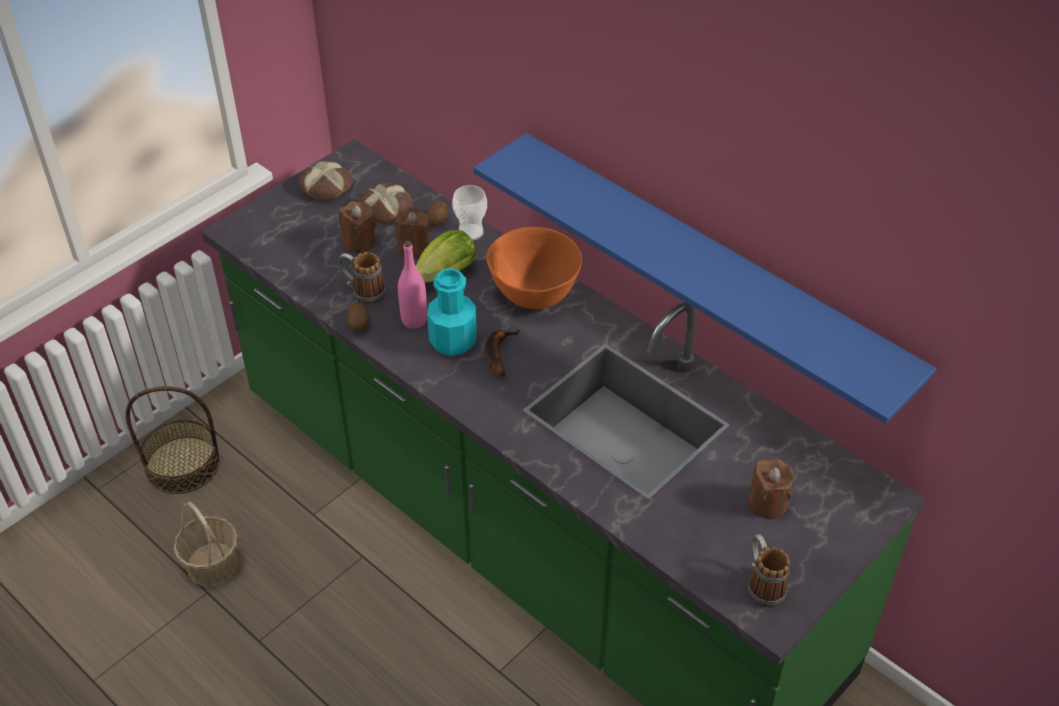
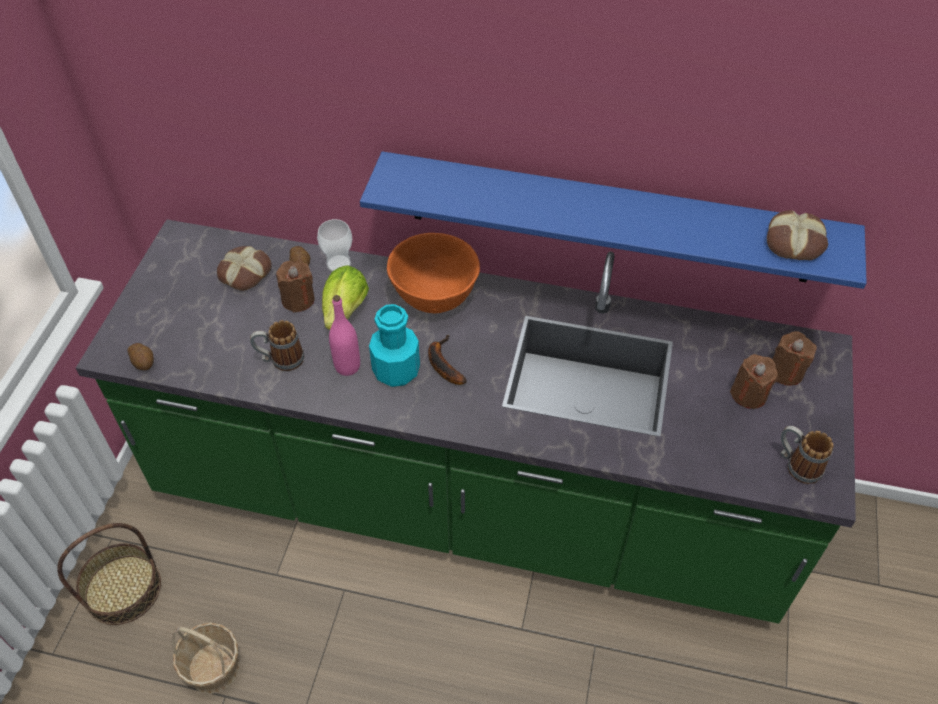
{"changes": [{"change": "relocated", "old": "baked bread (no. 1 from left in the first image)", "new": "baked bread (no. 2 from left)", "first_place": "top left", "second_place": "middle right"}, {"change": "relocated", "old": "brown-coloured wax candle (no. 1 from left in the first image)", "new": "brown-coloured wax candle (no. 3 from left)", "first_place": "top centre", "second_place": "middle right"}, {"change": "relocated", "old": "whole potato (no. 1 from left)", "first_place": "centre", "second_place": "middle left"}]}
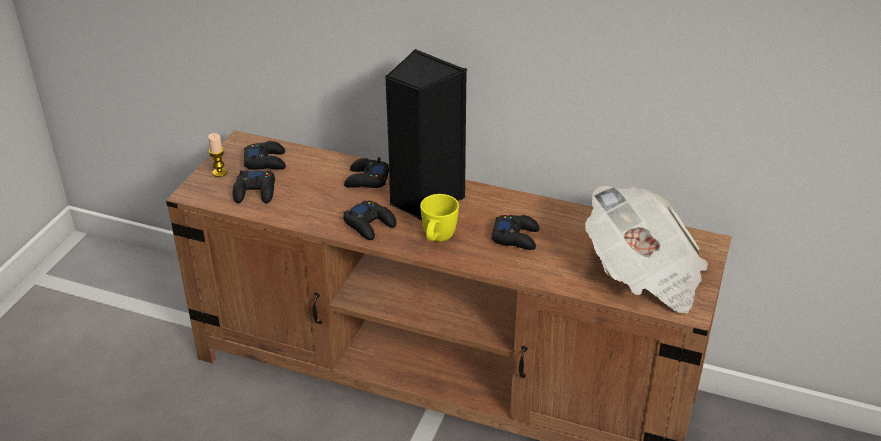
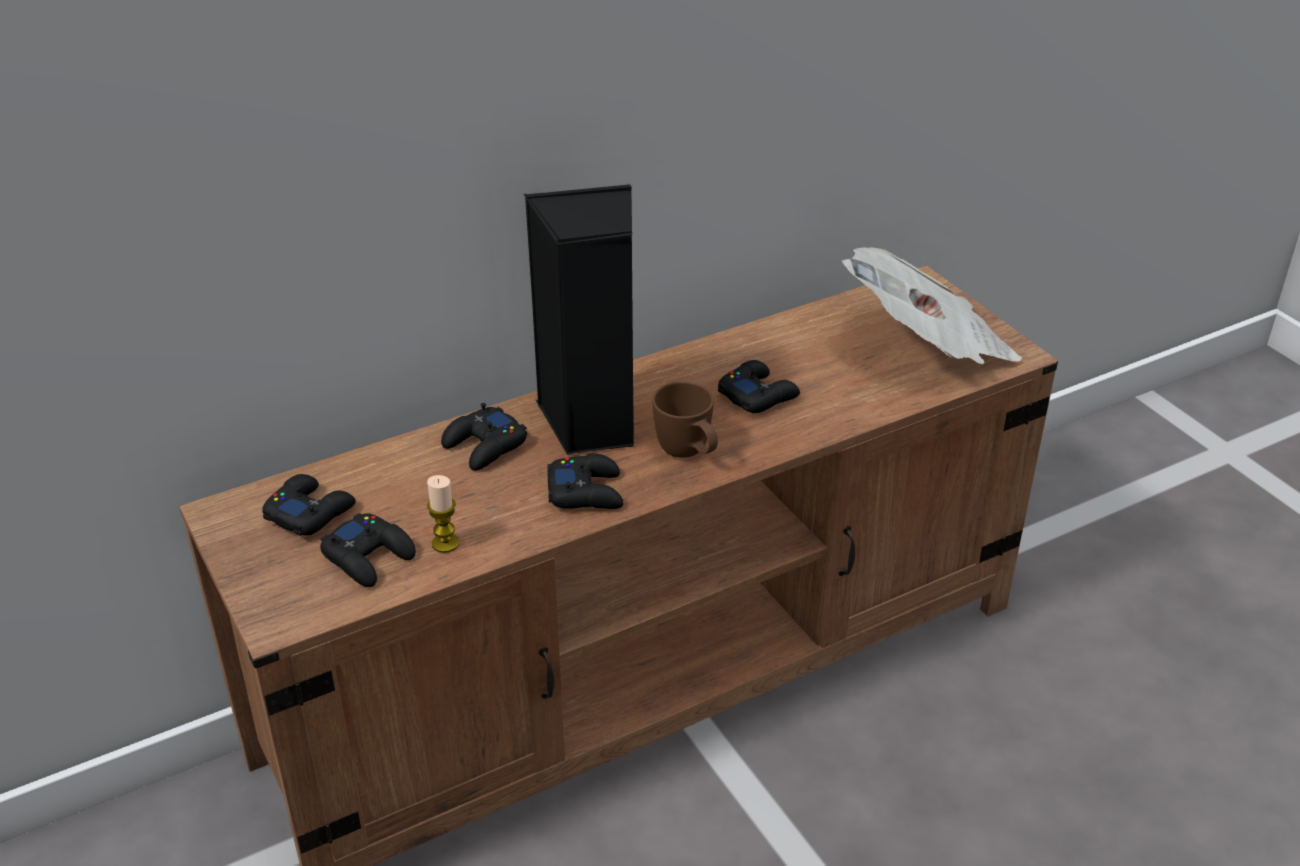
{"changes": [{"change": "relocated", "old": "wax candle", "first_place": "middle left", "second_place": "centre"}, {"change": "colour", "old": "yellowish tea mug", "new": "brown-coloured tea mug", "first_place": "centre", "second_place": "centre"}]}
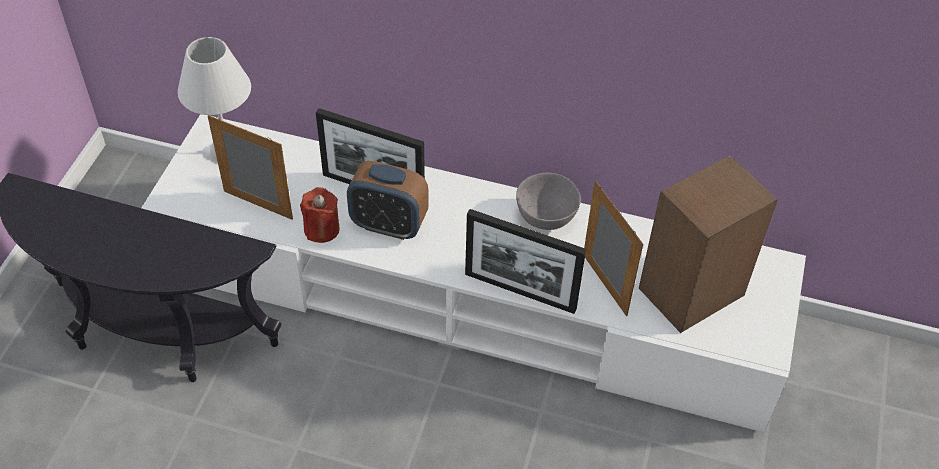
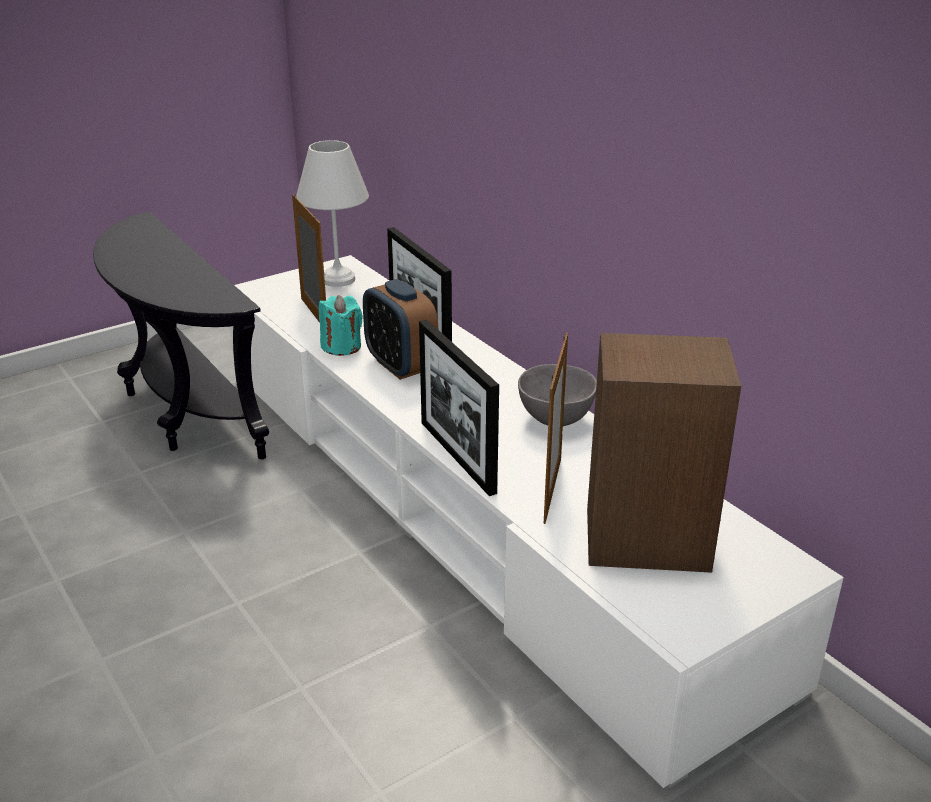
{"changes": [{"change": "colour", "old": "red wax candle", "new": "turquoise-coloured wax candle", "first_place": "centre", "second_place": "centre"}]}
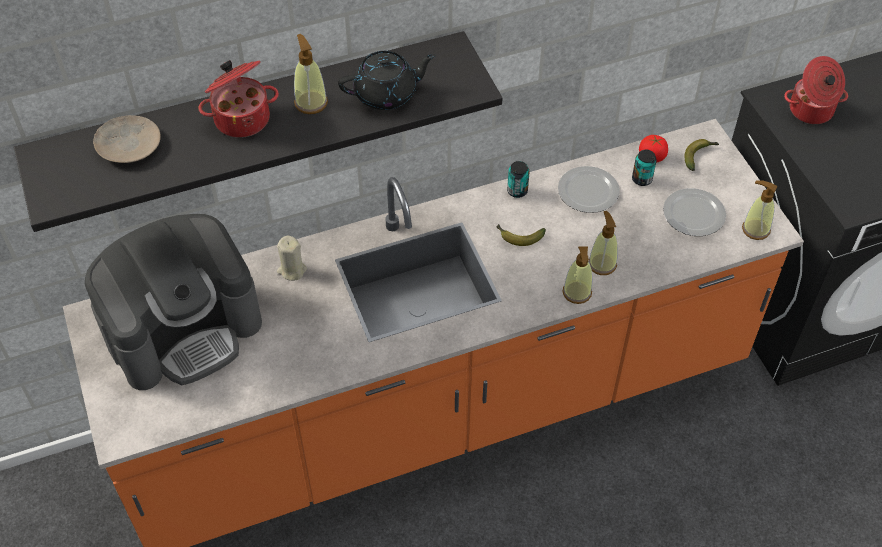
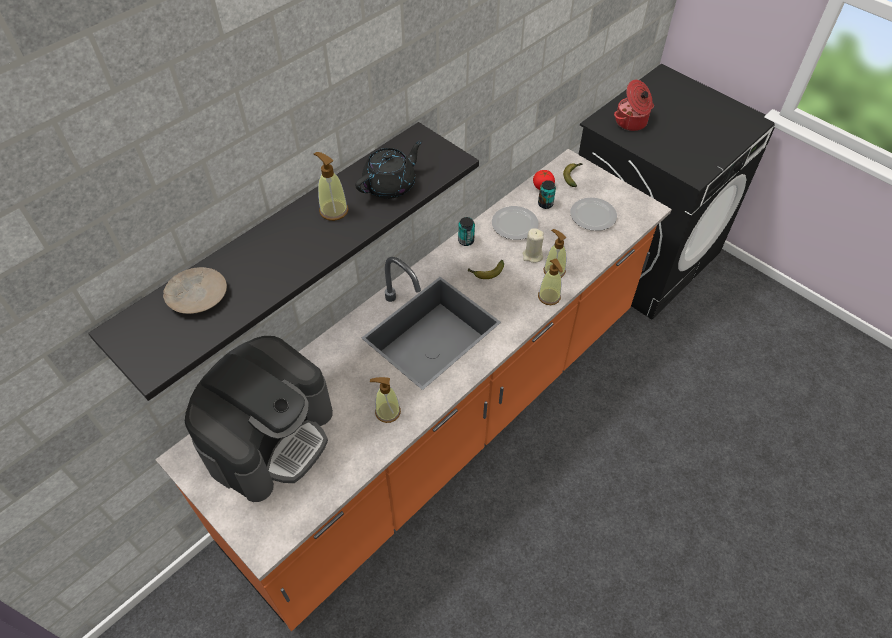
{"changes": [{"change": "missing", "old": "cooking pot (no. 1 from left)", "first_place": "top left"}, {"change": "relocated", "old": "beige wax candle", "first_place": "middle left", "second_place": "centre"}, {"change": "relocated", "old": "soap dispenser (no. 4 from left in the first image)", "new": "soap dispenser (no. 2 from left)", "first_place": "middle right", "second_place": "centre"}]}
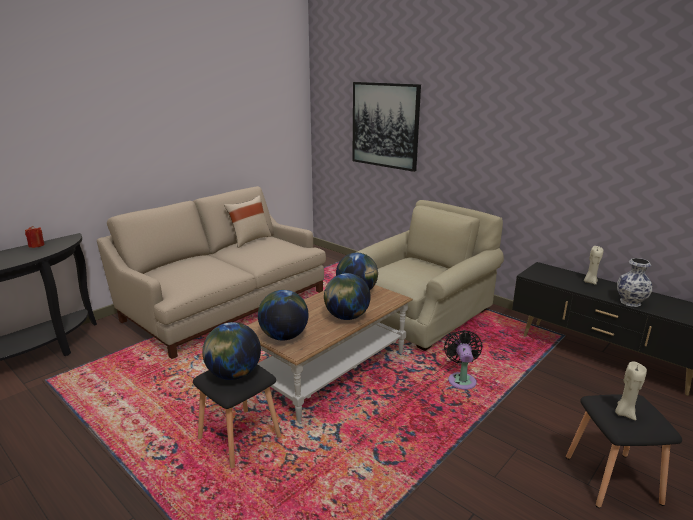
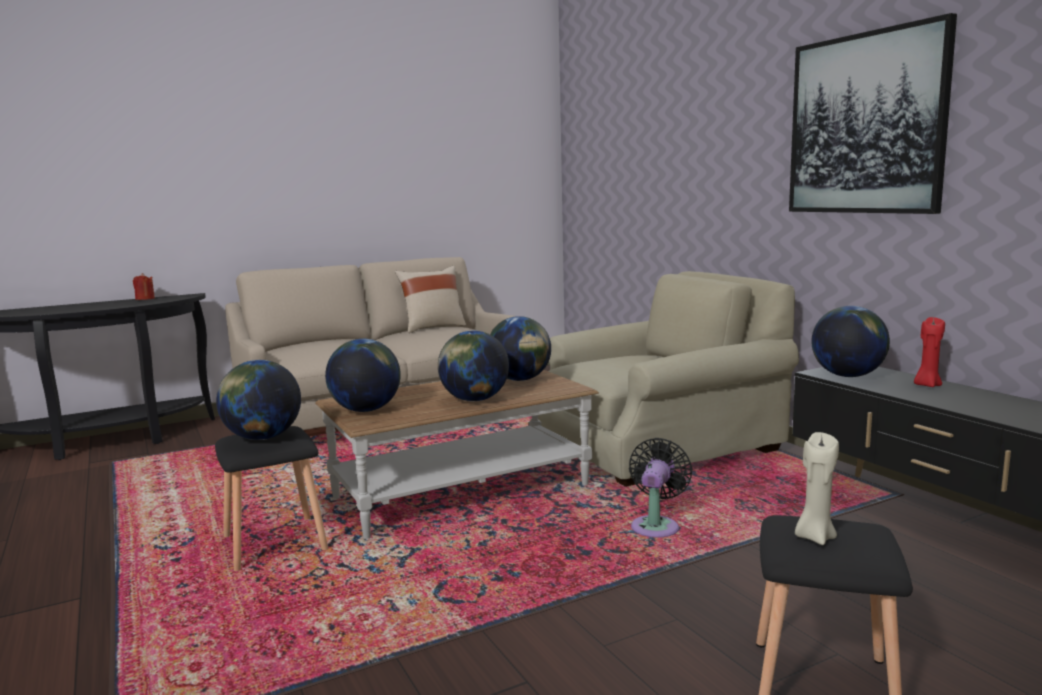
{"changes": [{"change": "relocated", "old": "picture", "first_place": "top centre", "second_place": "top right"}, {"change": "colour", "old": "beige wax candle (no. 1 from left)", "new": "red wax candle (no. 2 from left)", "first_place": "middle right", "second_place": "middle right"}, {"change": "missing", "old": "vase", "first_place": "middle right"}, {"change": "appeared", "new": "globe (no. 5 from left)", "second_place": "middle right"}]}
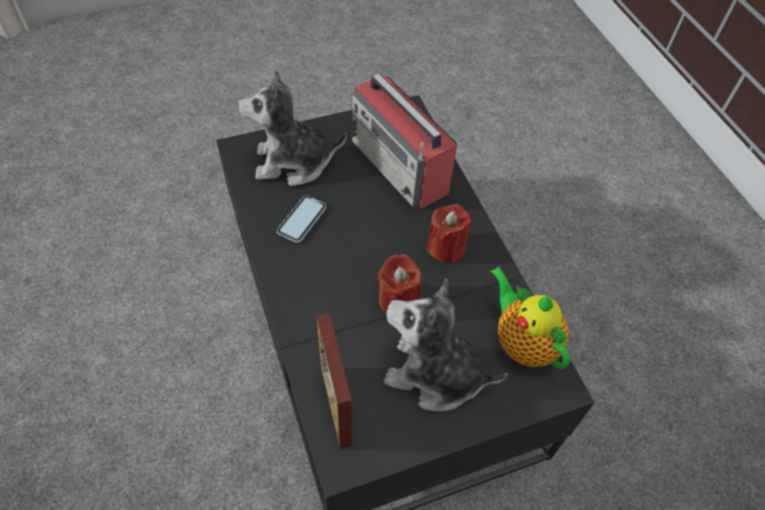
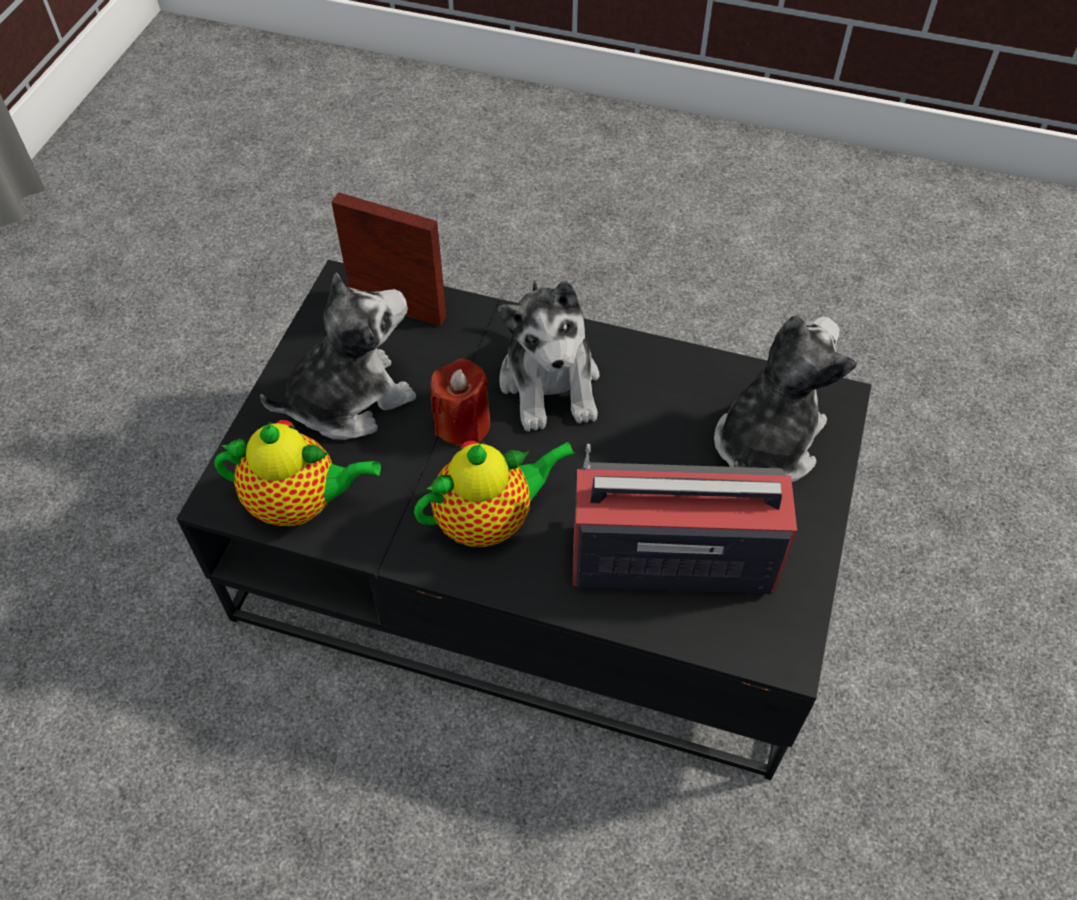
{"changes": [{"change": "missing", "old": "phone", "first_place": "centre"}, {"change": "exchanged", "old": "red wax candle (no. 2 from left)", "new": "tea pot (no. 2 from left)", "first_place": "centre", "second_place": "centre"}, {"change": "appeared", "new": "cuddly toy (no. 2 from left)", "second_place": "centre"}]}
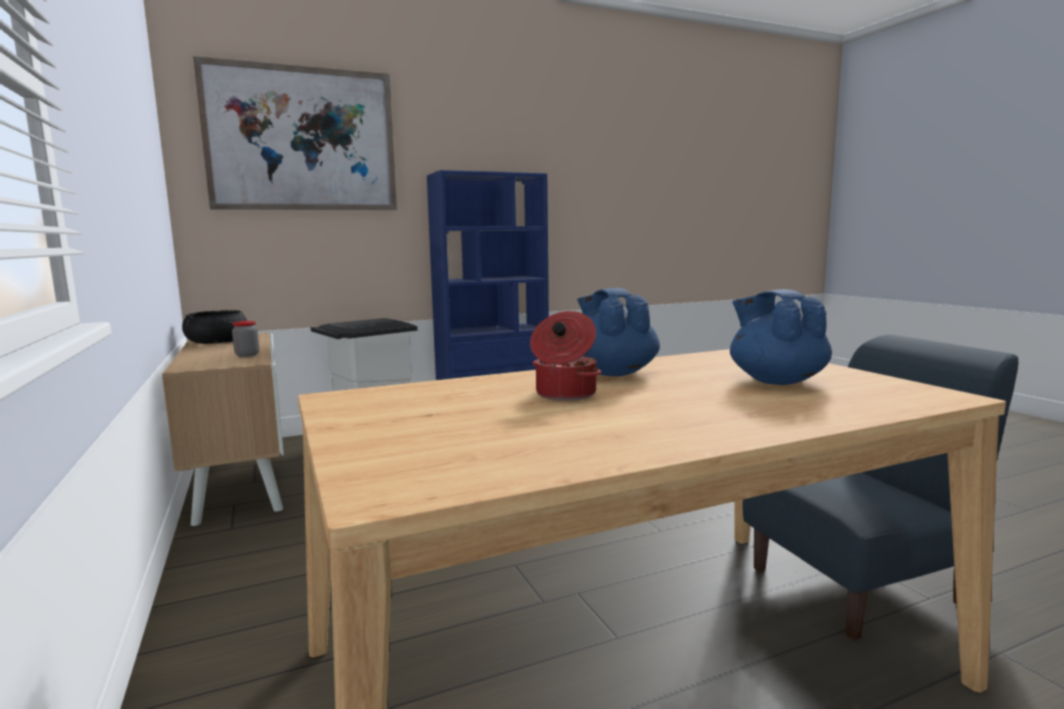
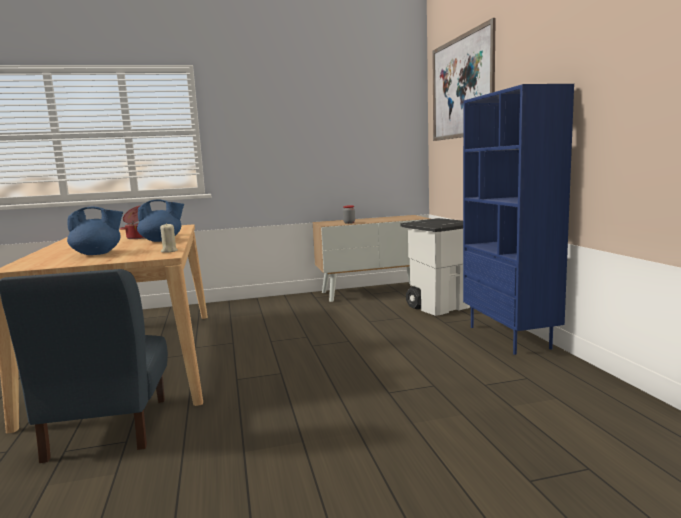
{"changes": [{"change": "missing", "old": "black bowl", "first_place": "middle left"}, {"change": "appeared", "new": "beige wax candle", "second_place": "middle left"}]}
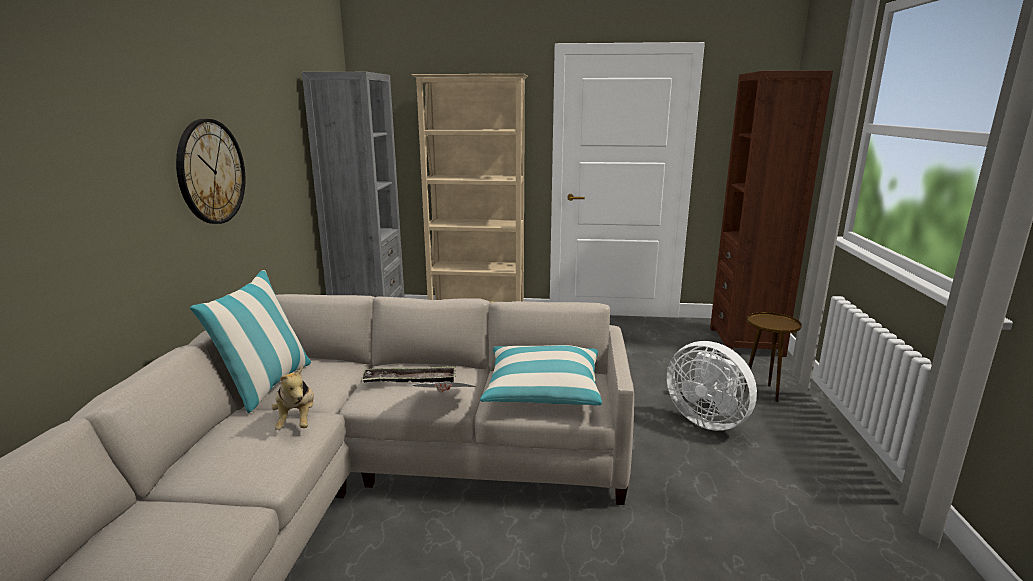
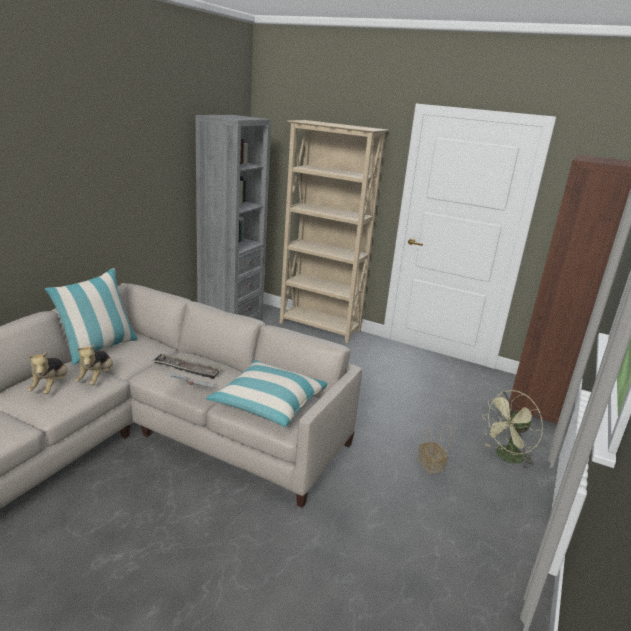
{"changes": [{"change": "missing", "old": "wall clock", "first_place": "top left"}, {"change": "exchanged", "old": "white-coloured electric fan", "new": "basket", "first_place": "middle right", "second_place": "bottom right"}, {"change": "exchanged", "old": "brown-coloured end table", "new": "green electric fan", "first_place": "middle right", "second_place": "bottom right"}, {"change": "appeared", "new": "cuddly toy (no. 1 from left)", "second_place": "middle left"}]}
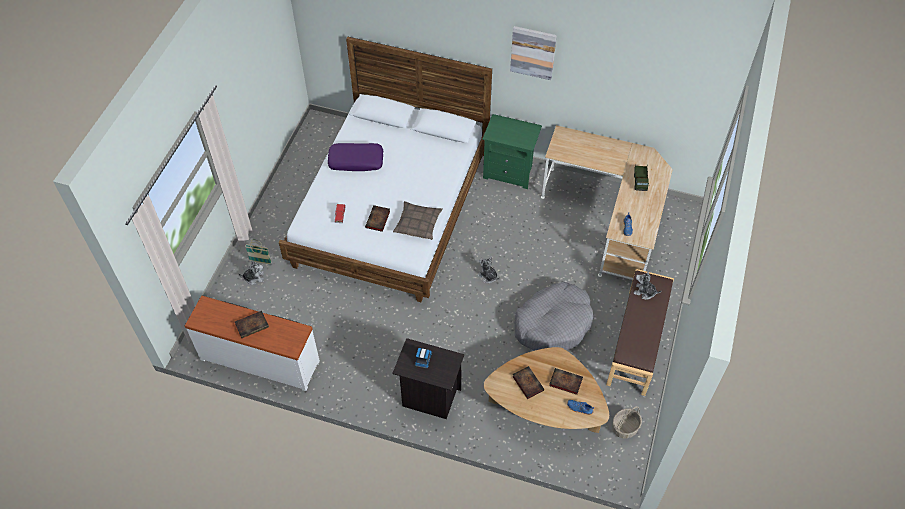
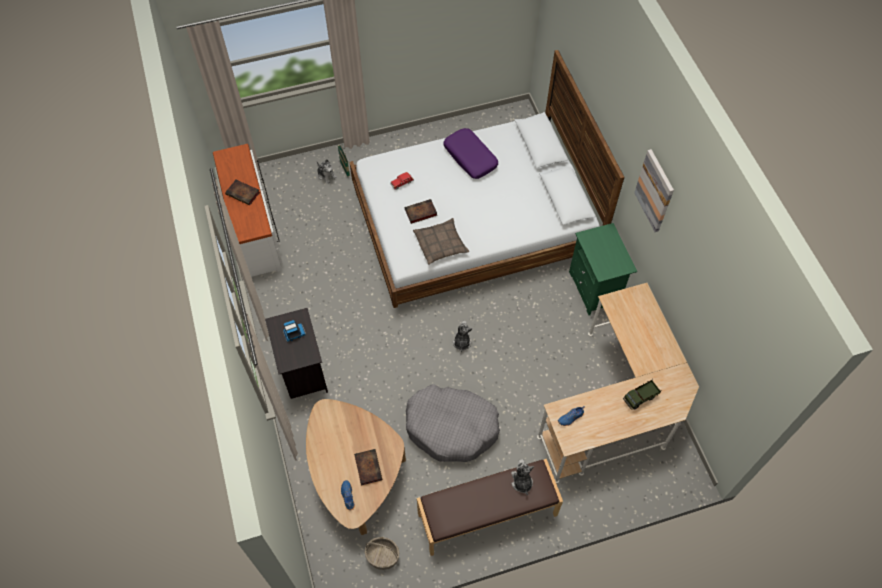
{"changes": [{"change": "missing", "old": "bound book (no. 3 from left)", "first_place": "bottom centre"}]}
